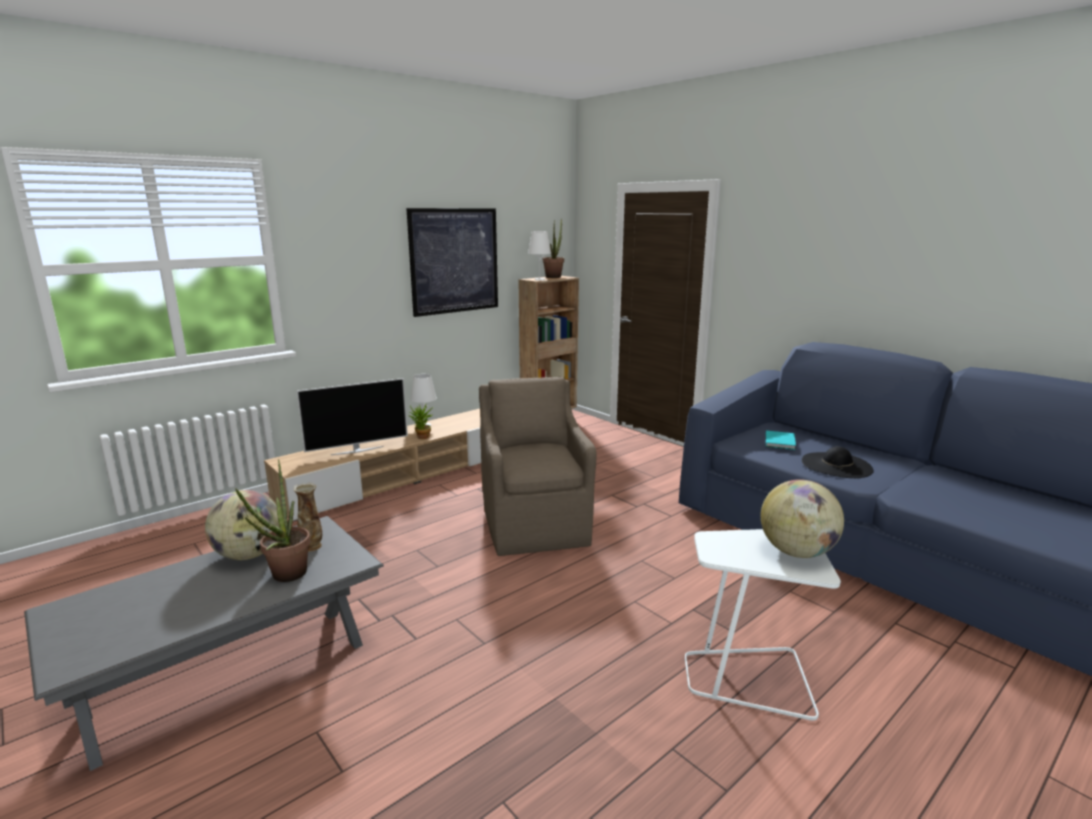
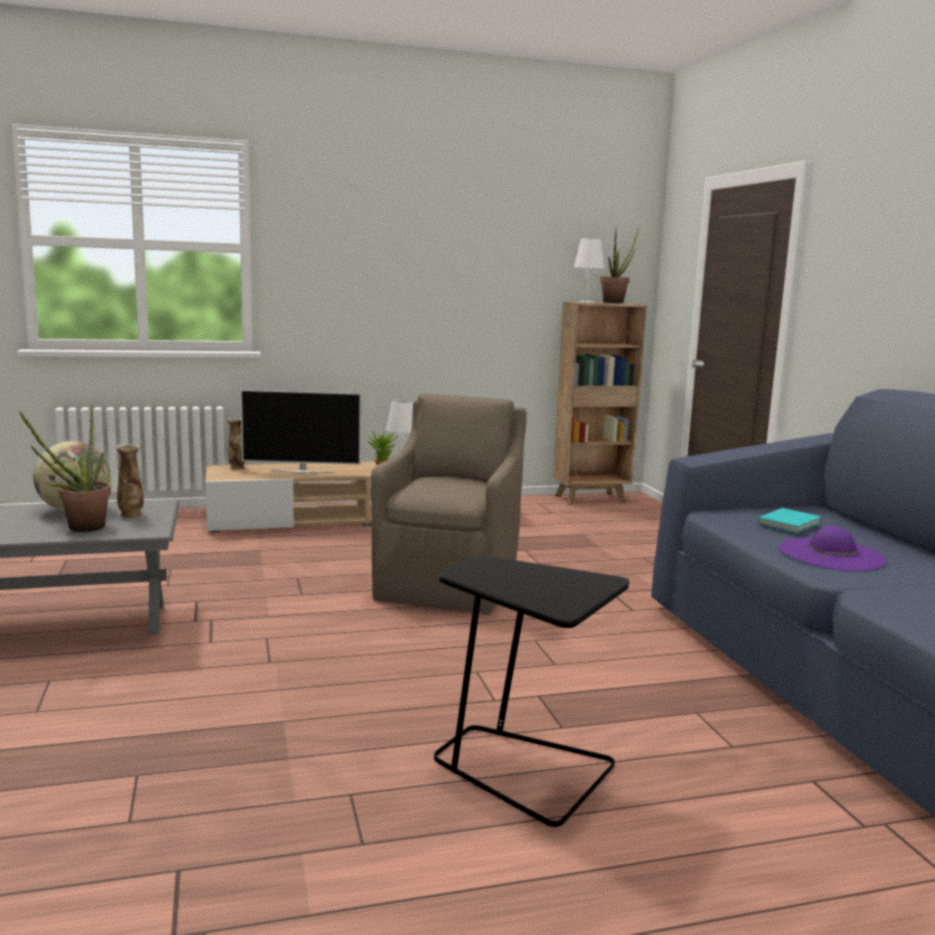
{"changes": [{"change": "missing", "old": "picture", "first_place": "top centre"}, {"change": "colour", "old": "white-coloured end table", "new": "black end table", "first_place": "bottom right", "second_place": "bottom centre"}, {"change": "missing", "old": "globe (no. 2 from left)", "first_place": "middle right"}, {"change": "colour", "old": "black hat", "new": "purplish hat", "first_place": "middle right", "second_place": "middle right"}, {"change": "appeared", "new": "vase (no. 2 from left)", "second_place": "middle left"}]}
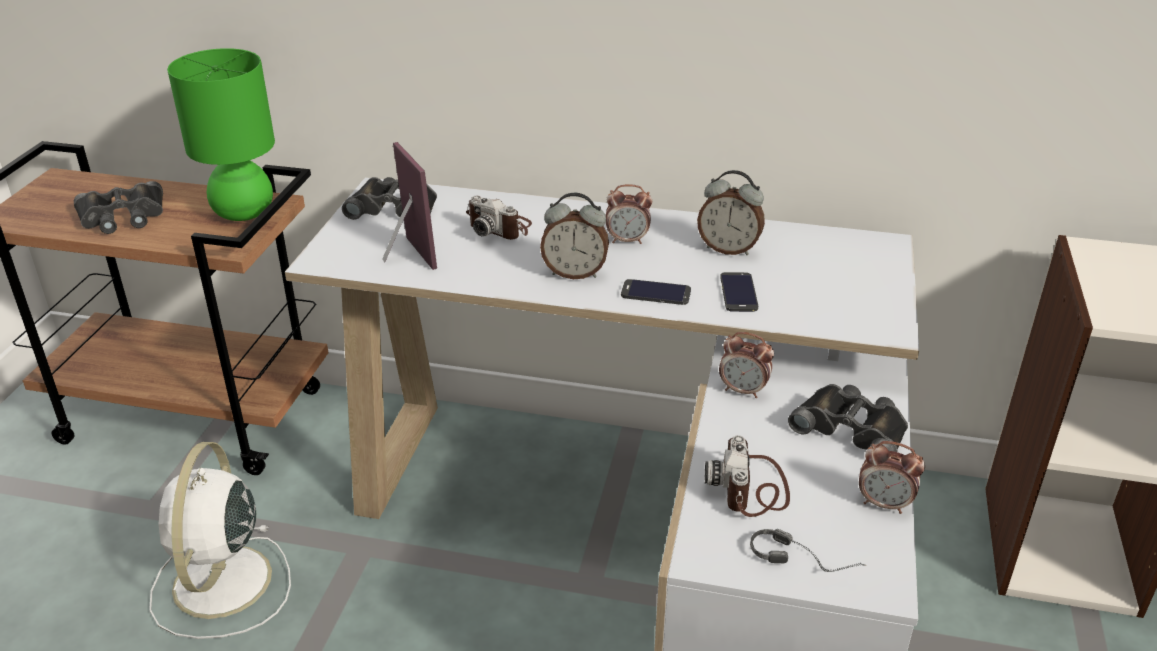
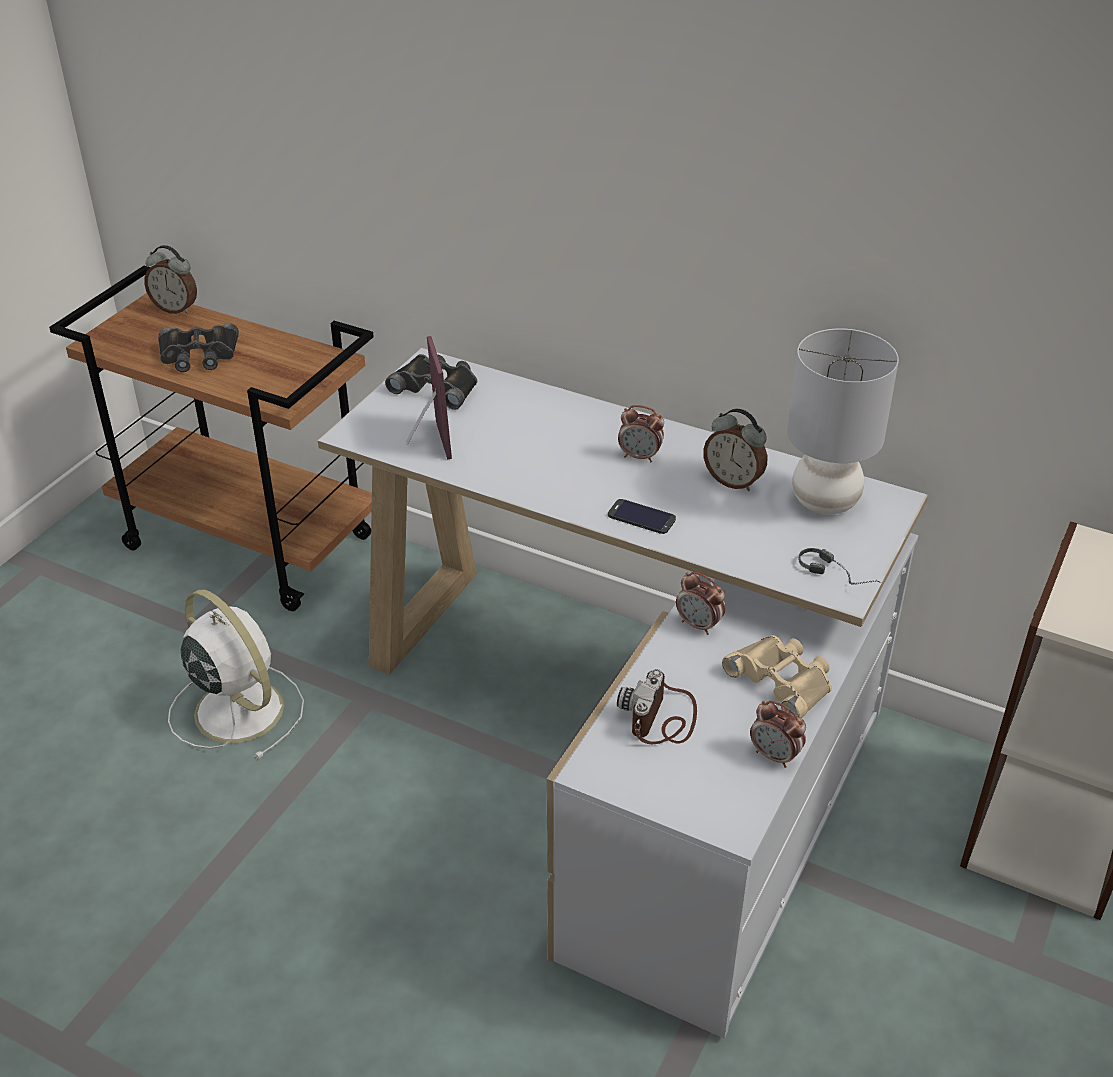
{"changes": [{"change": "spun", "old": "white-coloured electric fan", "first_place": "bottom left", "second_place": "middle left", "degrees": 120}, {"change": "missing", "old": "green table lamp", "first_place": "top left"}, {"change": "missing", "old": "photo camera (no. 1 from left)", "first_place": "centre"}, {"change": "relocated", "old": "alarm clock (no. 1 from left)", "first_place": "centre", "second_place": "top left"}, {"change": "missing", "old": "phone (no. 2 from left)", "first_place": "centre"}, {"change": "relocated", "old": "pair of headphones", "first_place": "bottom right", "second_place": "middle right"}, {"change": "colour", "old": "black binoculars (no. 3 from left)", "new": "beige binoculars", "first_place": "middle right", "second_place": "middle right"}, {"change": "appeared", "new": "greyish table lamp", "second_place": "middle right"}]}
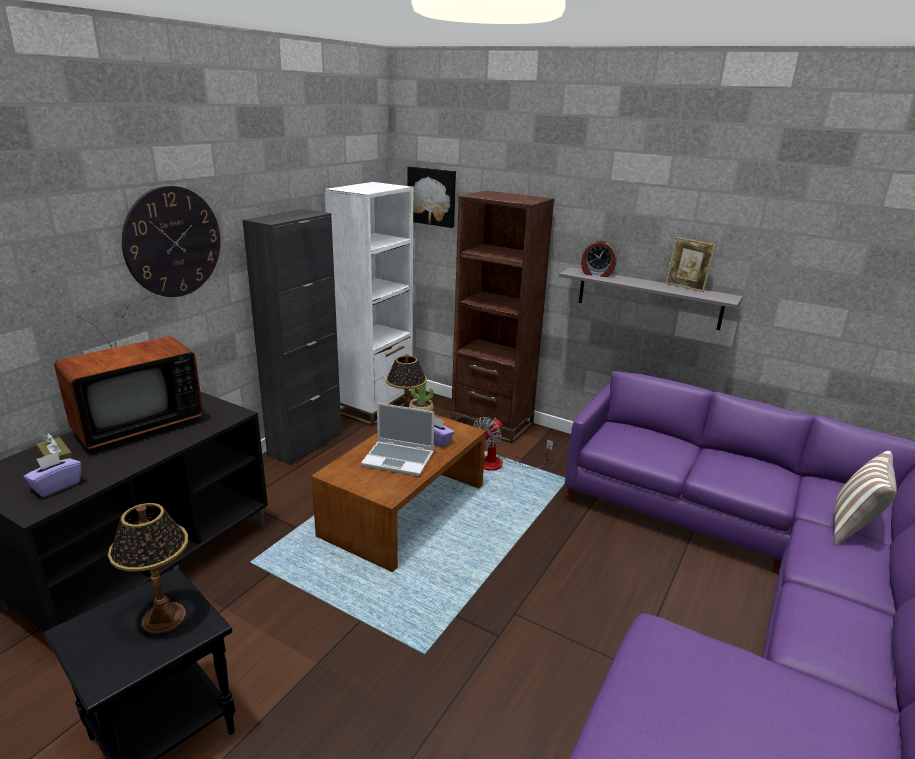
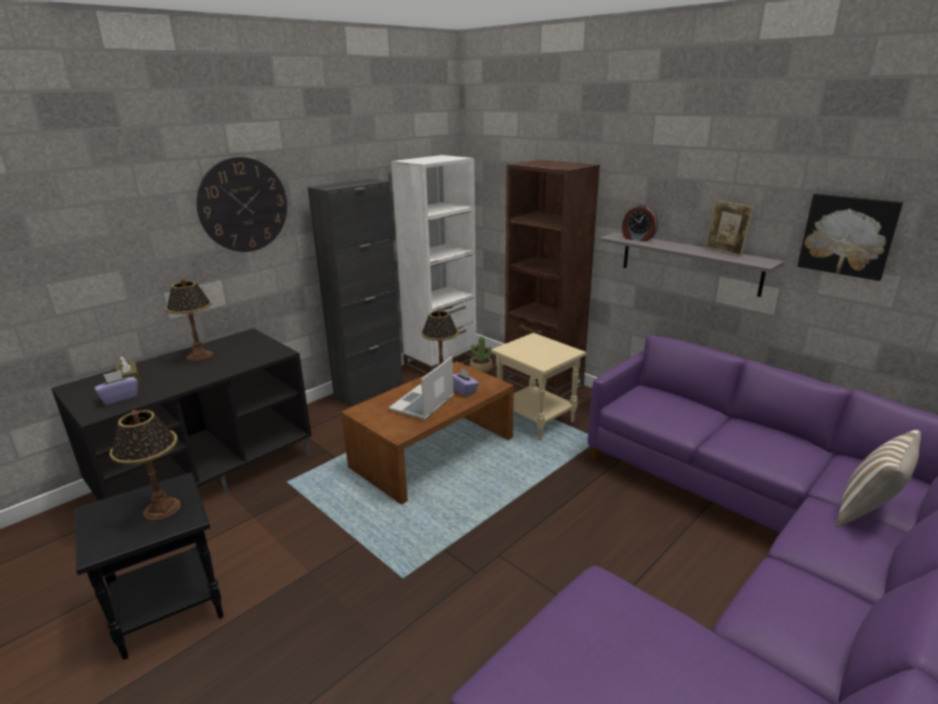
{"changes": [{"change": "exchanged", "old": "TV set", "new": "table lamp (no. 2 from left)", "first_place": "middle left", "second_place": "middle left"}, {"change": "spun", "old": "portable computer", "first_place": "centre", "second_place": "centre", "degrees": 90}, {"change": "relocated", "old": "picture", "first_place": "top centre", "second_place": "middle right"}, {"change": "exchanged", "old": "electric fan", "new": "beige end table", "first_place": "centre", "second_place": "centre"}]}
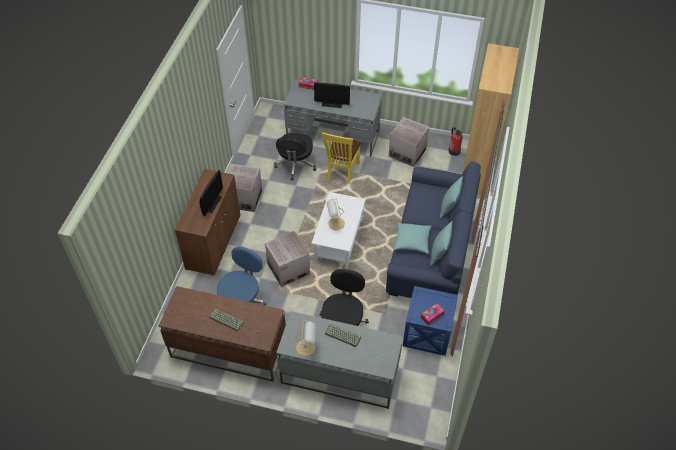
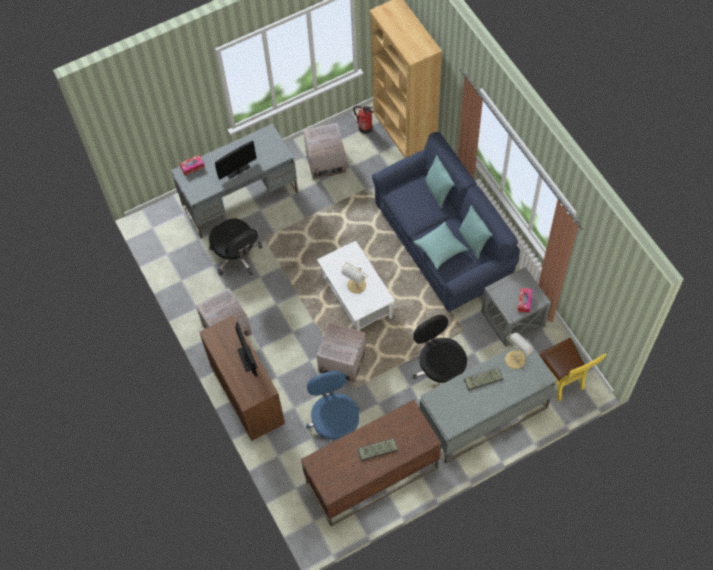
{"changes": [{"change": "relocated", "old": "table lamp (no. 1 from left in the first image)", "new": "table lamp (no. 2 from left)", "first_place": "bottom centre", "second_place": "middle right"}, {"change": "relocated", "old": "yellowish chair", "first_place": "centre", "second_place": "middle right"}, {"change": "colour", "old": "bluish end table", "new": "greyish end table", "first_place": "bottom centre", "second_place": "middle right"}]}
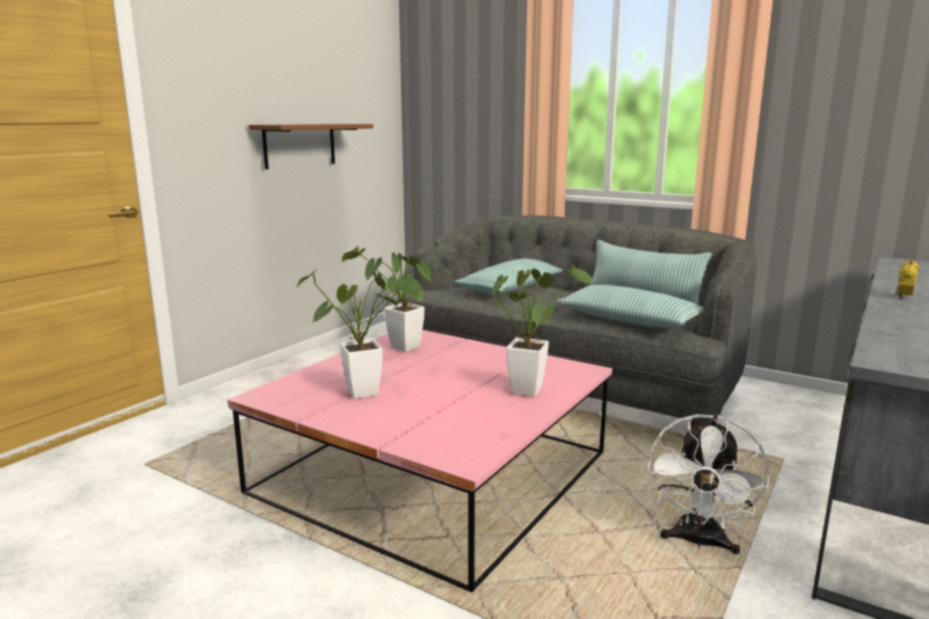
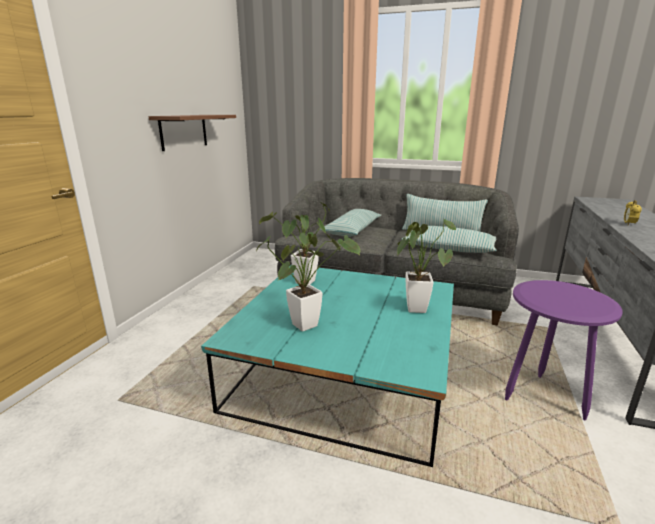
{"changes": [{"change": "colour", "old": "pink-coloured coffee table", "new": "turquoise-coloured coffee table", "first_place": "bottom centre", "second_place": "bottom centre"}, {"change": "exchanged", "old": "white-coloured electric fan", "new": "purplish end table", "first_place": "bottom right", "second_place": "bottom right"}]}
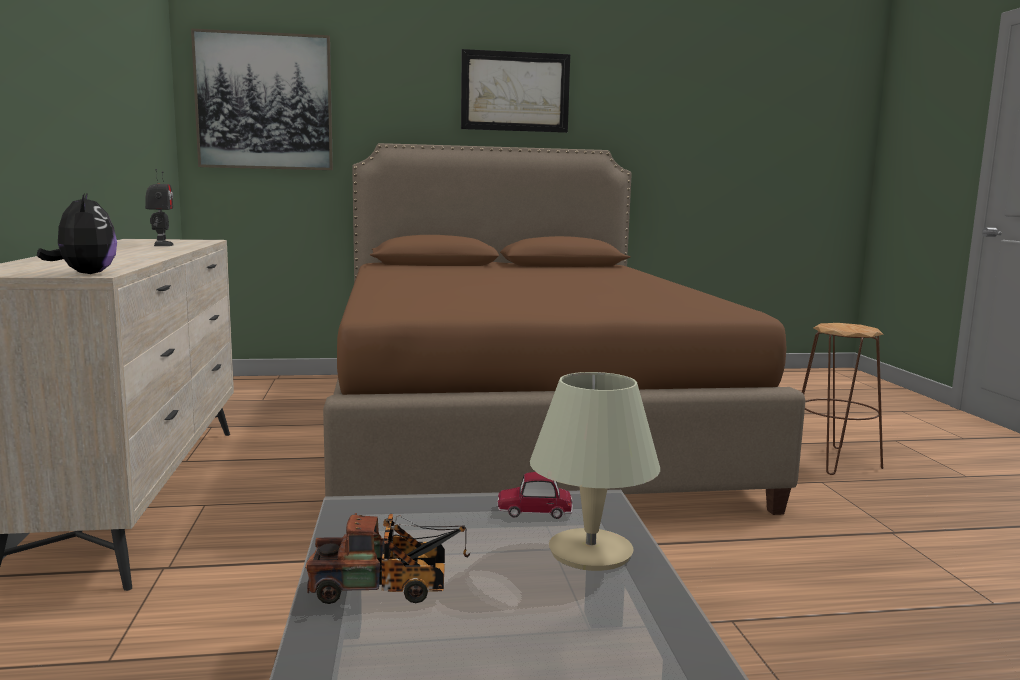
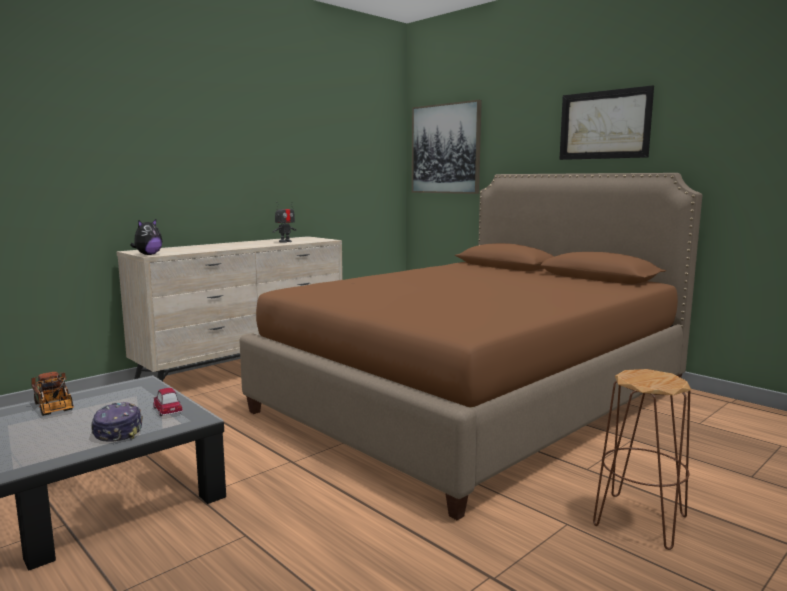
{"changes": [{"change": "exchanged", "old": "beige table lamp", "new": "peaked cap", "first_place": "bottom centre", "second_place": "bottom left"}]}
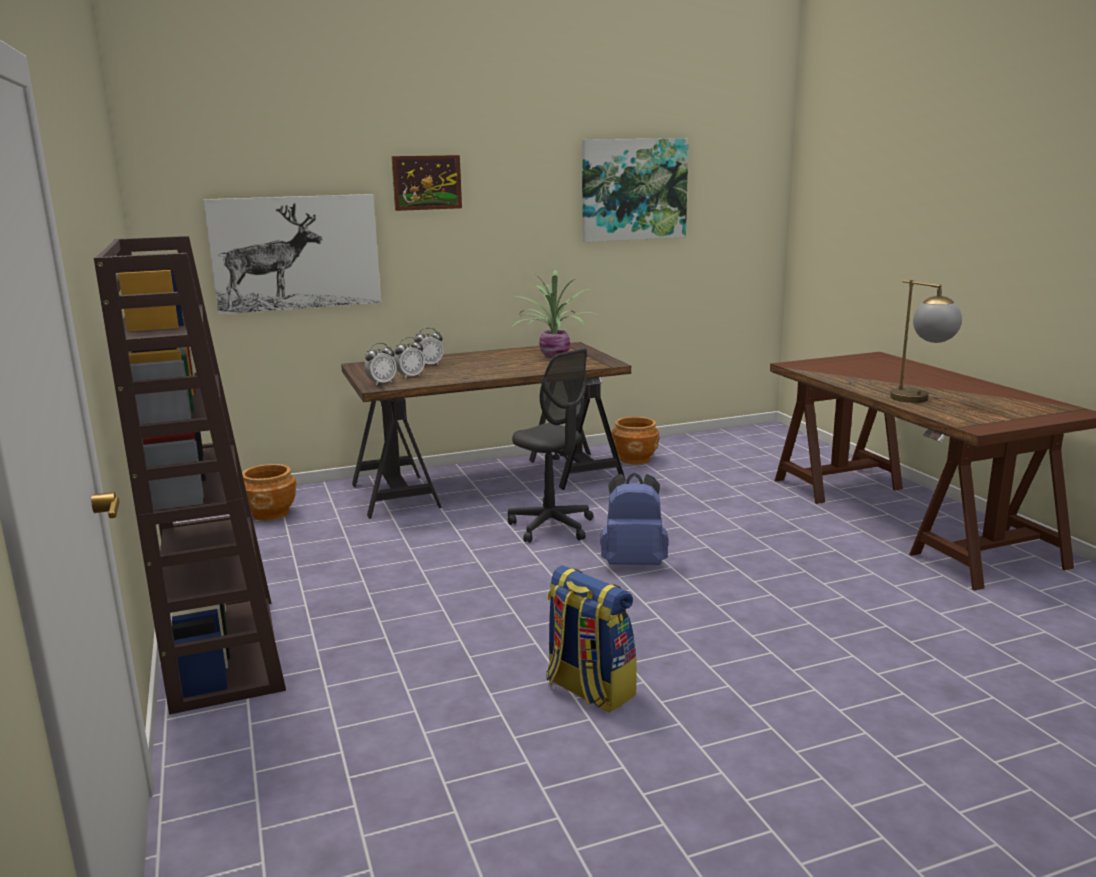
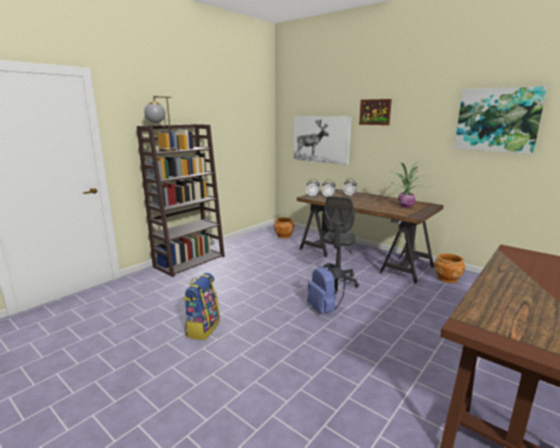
{"changes": [{"change": "relocated", "old": "table lamp", "first_place": "middle right", "second_place": "top left"}]}
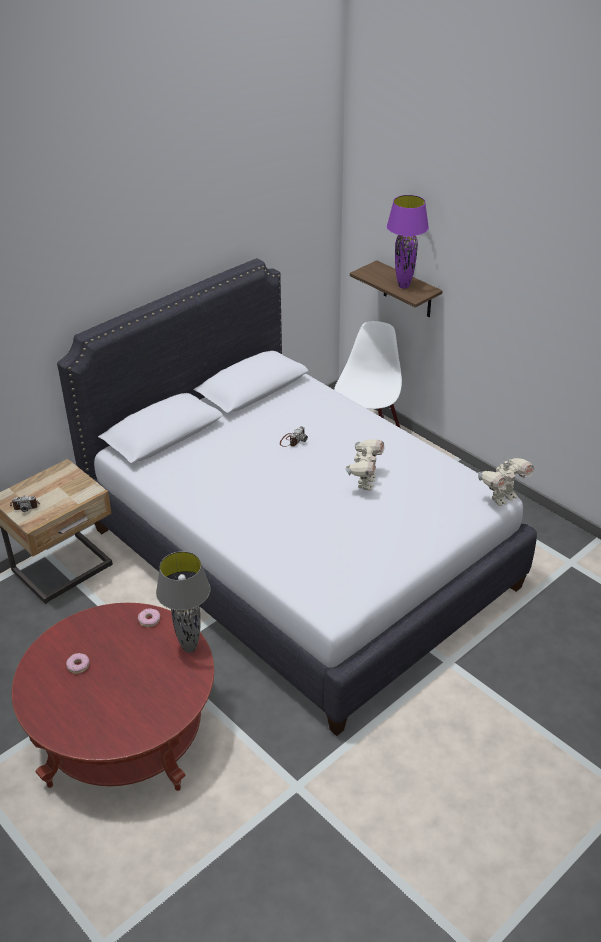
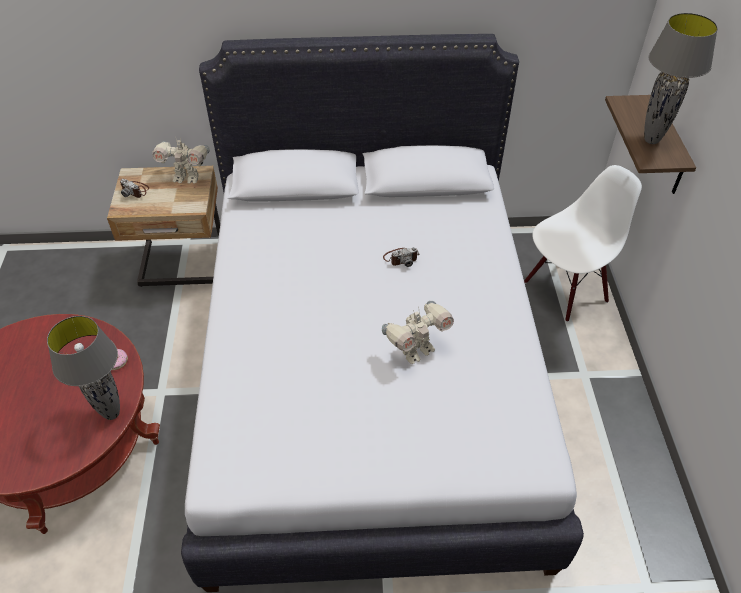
{"changes": [{"change": "missing", "old": "doughnut (no. 1 from left)", "first_place": "bottom left"}, {"change": "colour", "old": "purplish table lamp", "new": "greyish table lamp (no. 2 from left)", "first_place": "top right", "second_place": "top right"}, {"change": "relocated", "old": "model robot (no. 2 from left in the first image)", "new": "model robot (no. 1 from left)", "first_place": "middle right", "second_place": "top left"}]}
